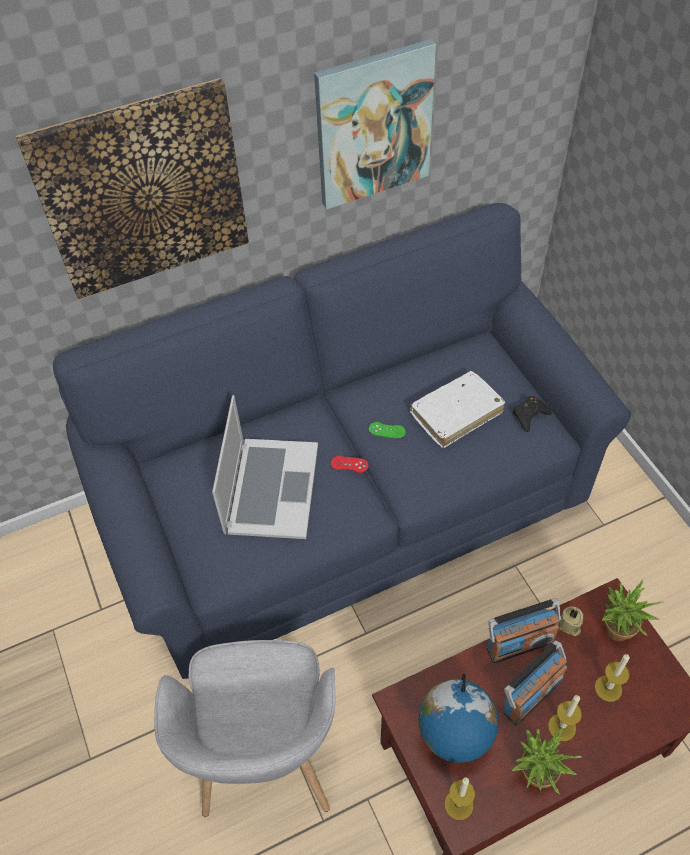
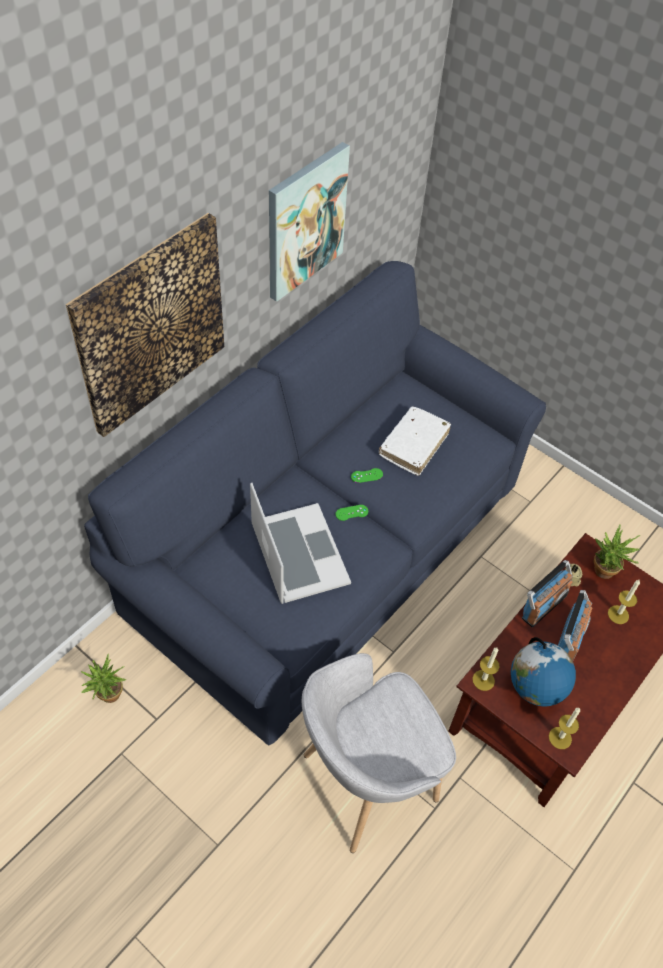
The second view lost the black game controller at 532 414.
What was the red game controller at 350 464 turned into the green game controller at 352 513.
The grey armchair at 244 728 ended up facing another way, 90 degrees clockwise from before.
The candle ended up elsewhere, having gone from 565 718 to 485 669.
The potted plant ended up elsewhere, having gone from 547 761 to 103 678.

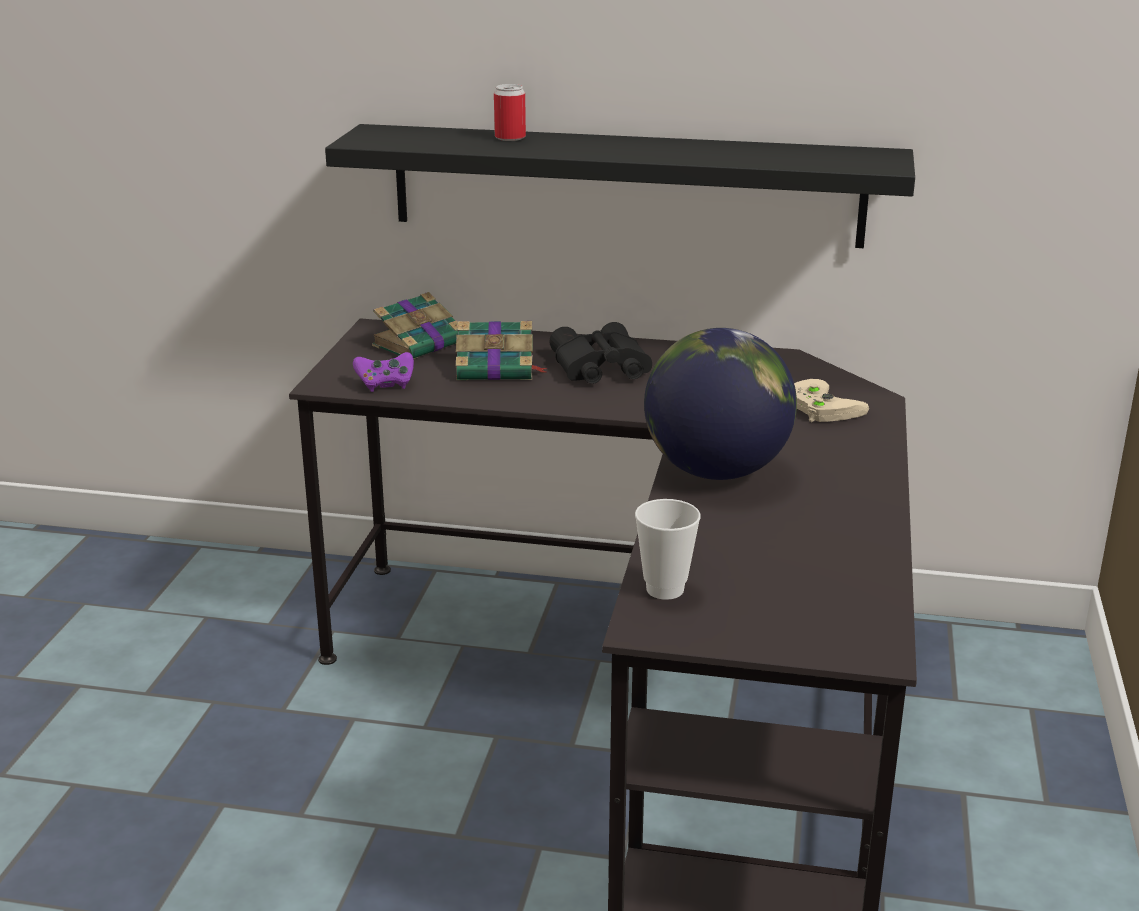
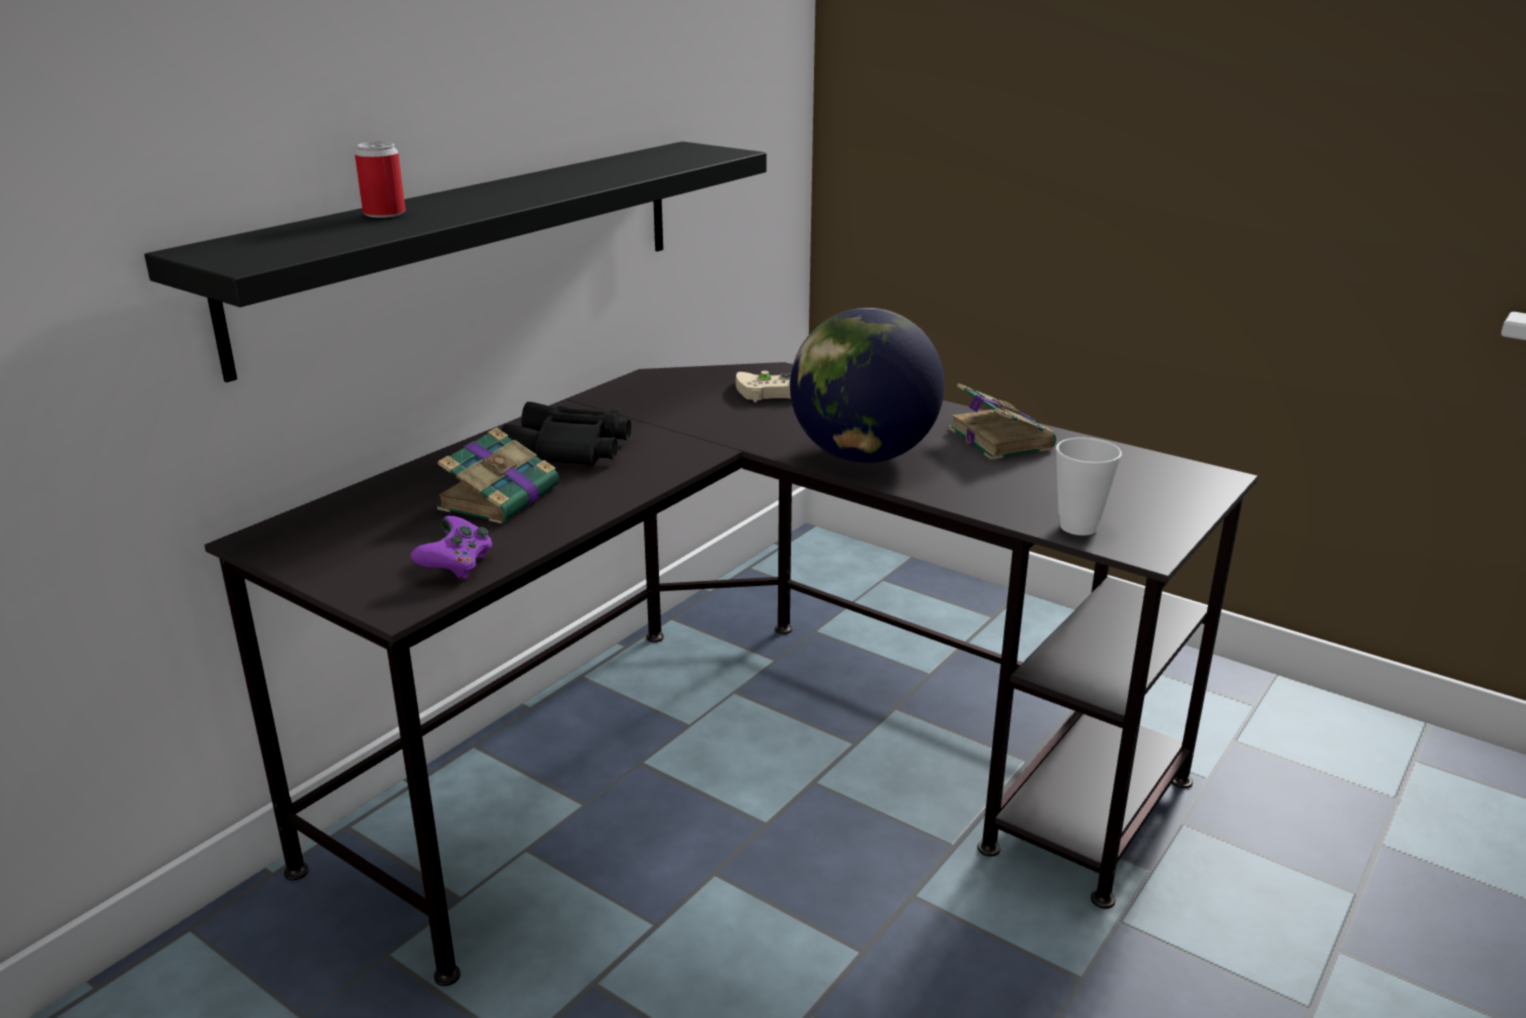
The book ended up elsewhere, having gone from 415 325 to 1002 421.

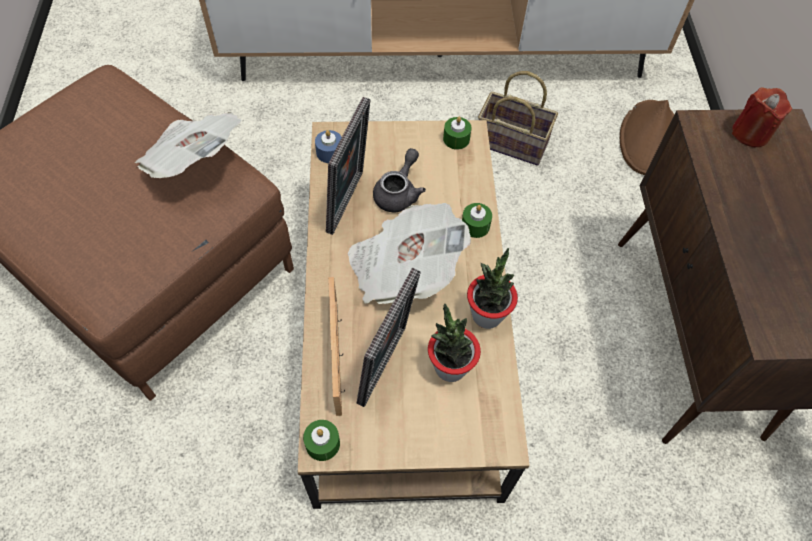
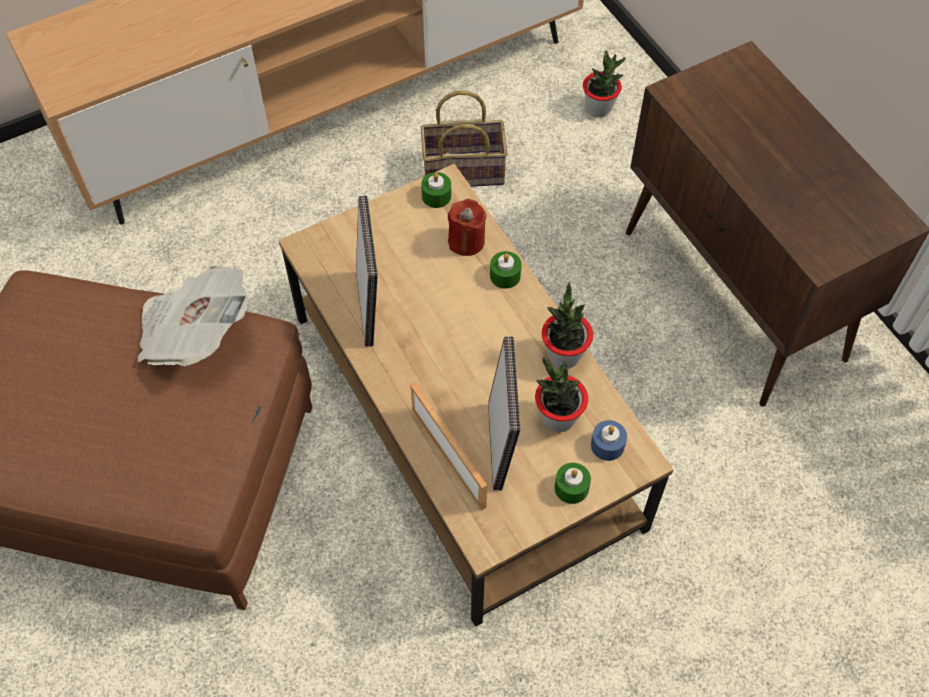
The red candle ended up elsewhere, having gone from 762 117 to 467 227.
Where the brown hat stood at 647 137, the potted plant came to stand at 604 83.
The blue candle ended up elsewhere, having gone from 328 146 to 609 440.
The second view lost the grey teapot at 399 180.
The second view lost the newspaper at 409 253.
The green candle ended up elsewhere, having gone from 321 440 to 572 483.

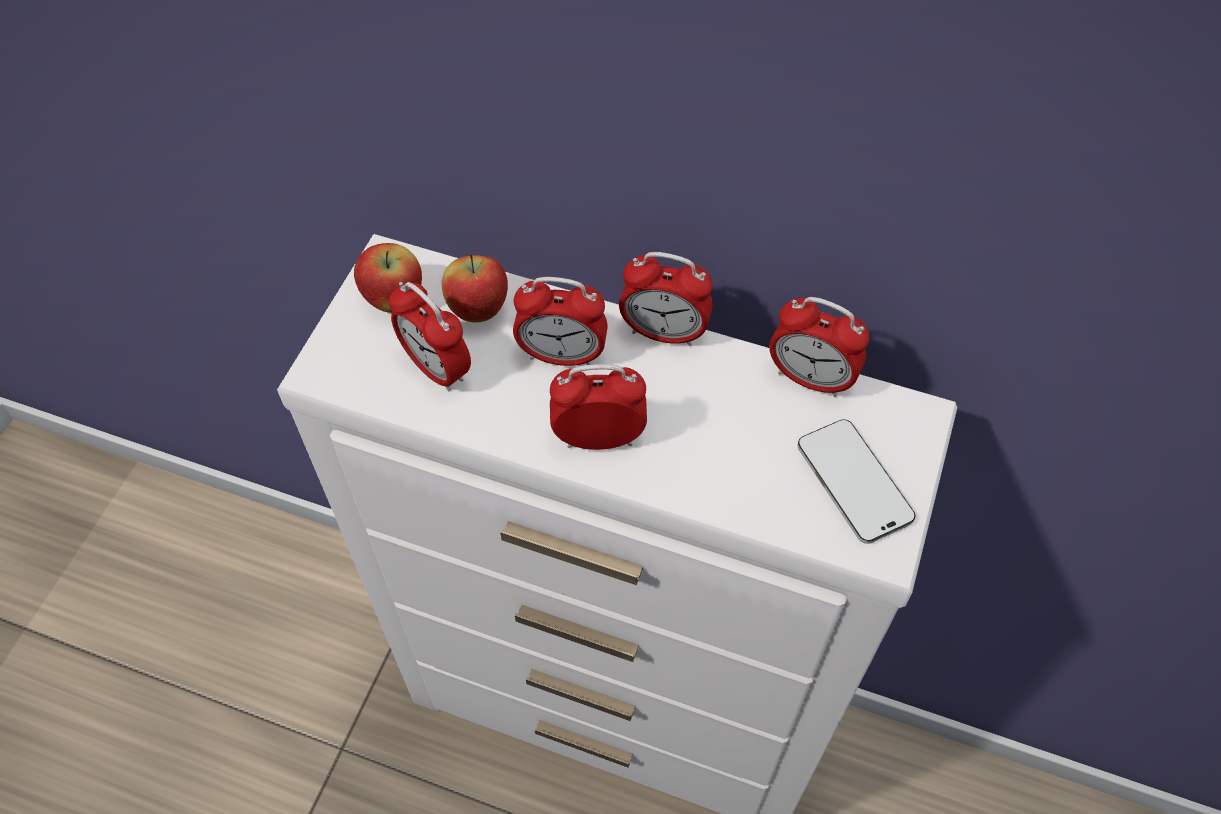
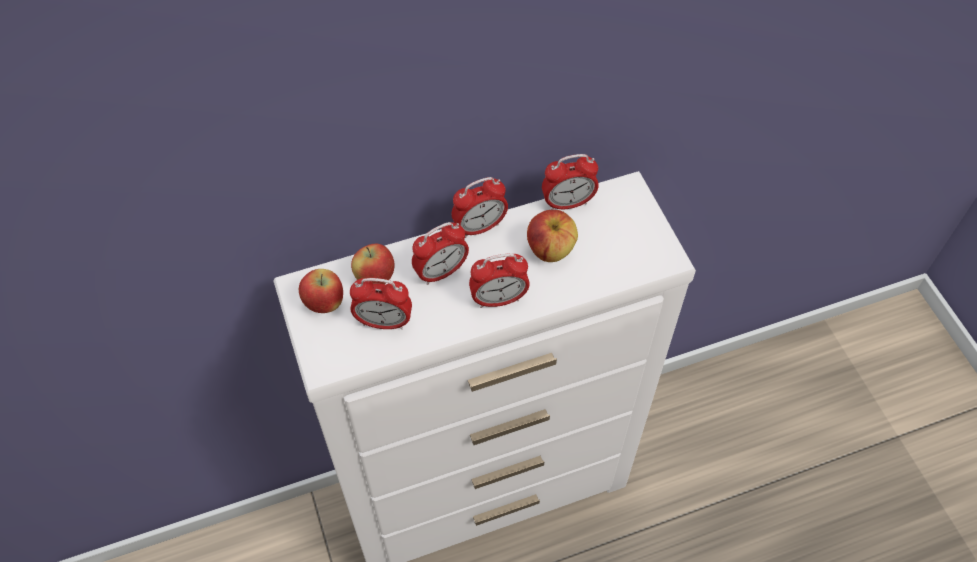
The alarm clock at 598 407 ended up facing another way, 150 degrees counterclockwise from before.
The second view lost the phone at 856 481.
The second view gained the apple at 552 236.

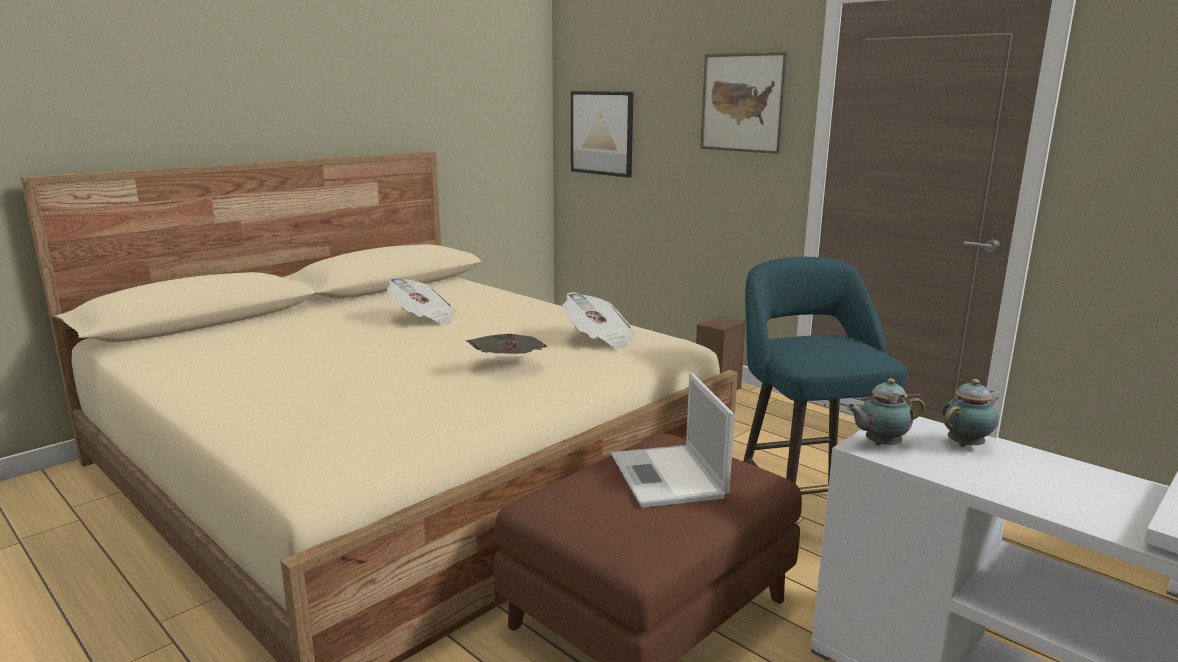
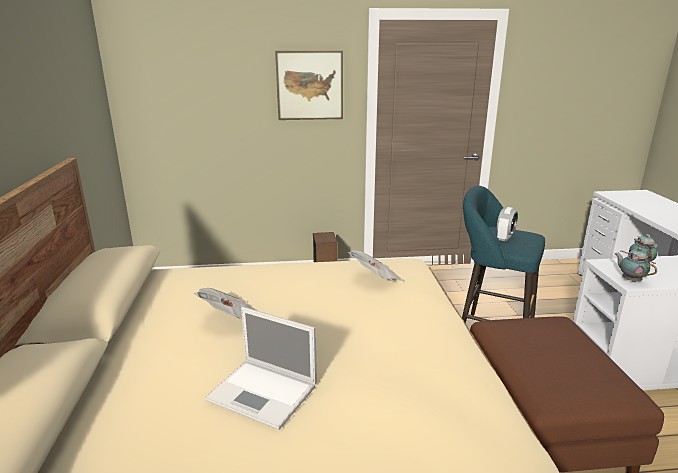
The second view lost the picture at 602 134.
The second view lost the newspaper at 506 344.
The laptop ended up elsewhere, having gone from 673 440 to 260 368.
The teapot at 885 412 ended up facing another way, 120 degrees clockwise from before.
The second view gained the alarm clock at 507 224.

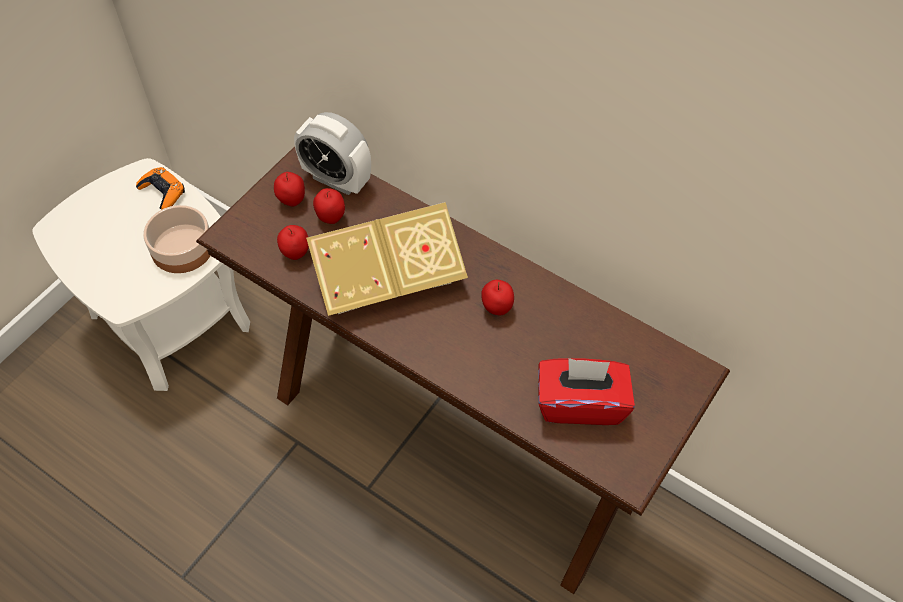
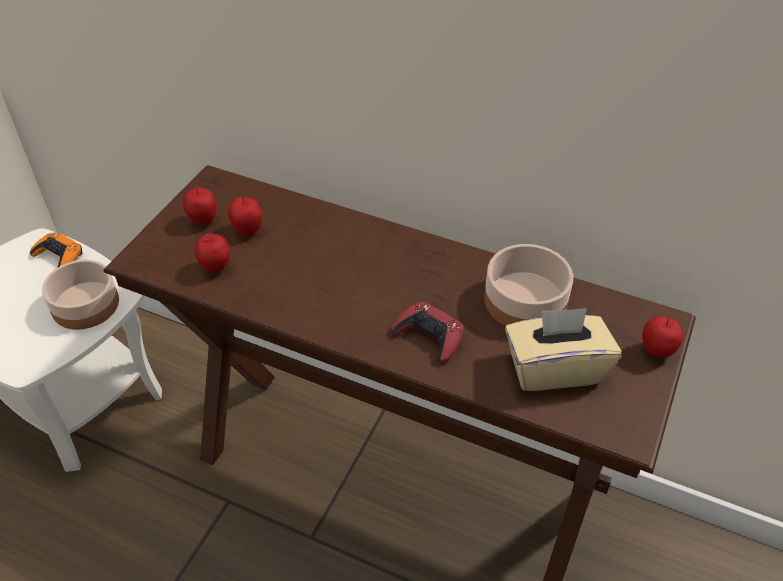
The second view lost the alarm clock at 332 153.
The second view lost the book at 387 259.
The apple ended up elsewhere, having gone from 497 297 to 662 337.
What was the red tissue box at 586 391 turned into the beige tissue box at 563 349.
The second view gained the bowl at 528 285.
The second view gained the red game controller at 427 332.

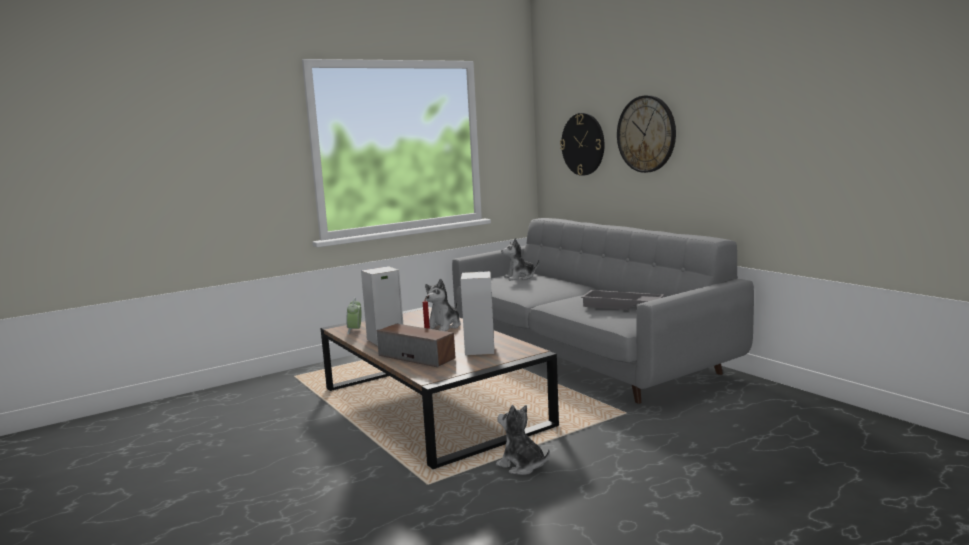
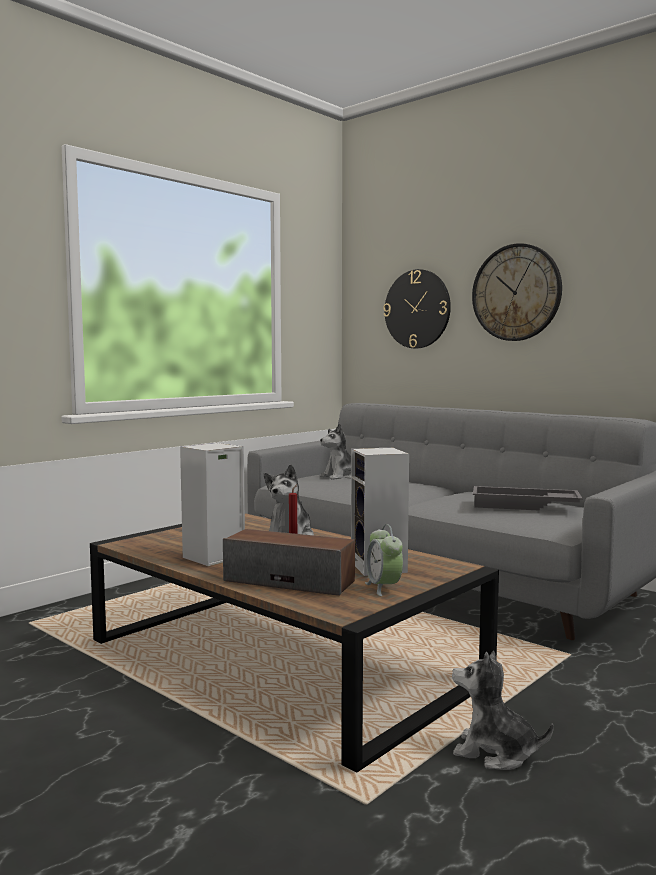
The alarm clock ended up elsewhere, having gone from 353 316 to 384 560.

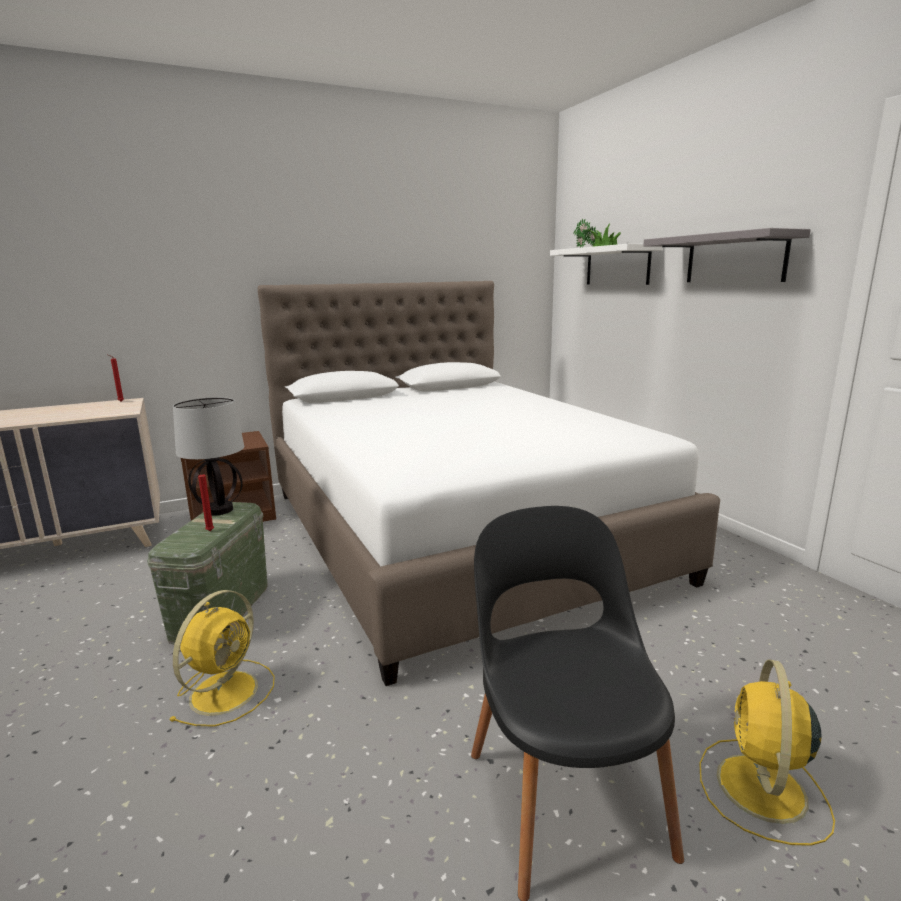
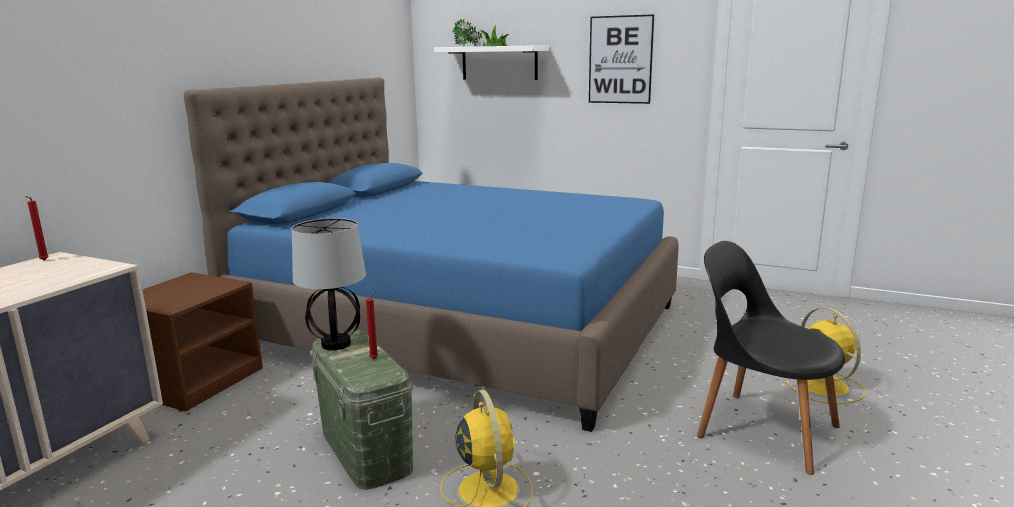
Where the grey shelf hung at 727 255, the picture came to hang at 621 59.
What was the white bed at 489 483 turned into the blue bed at 431 254.

